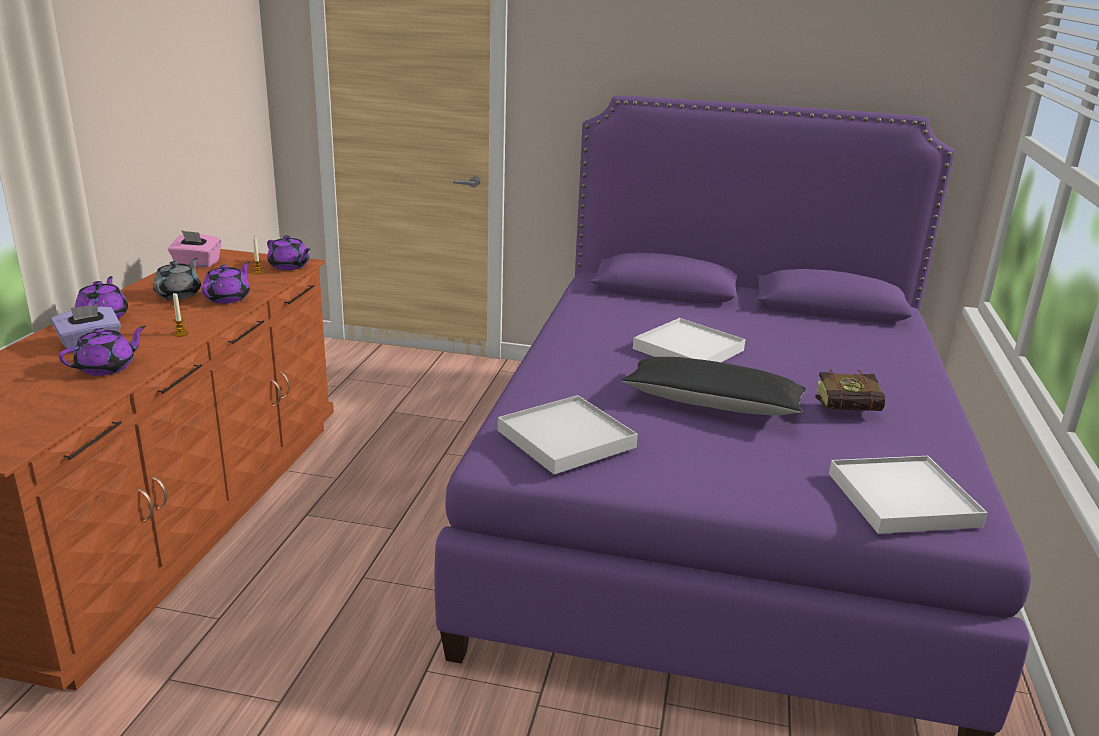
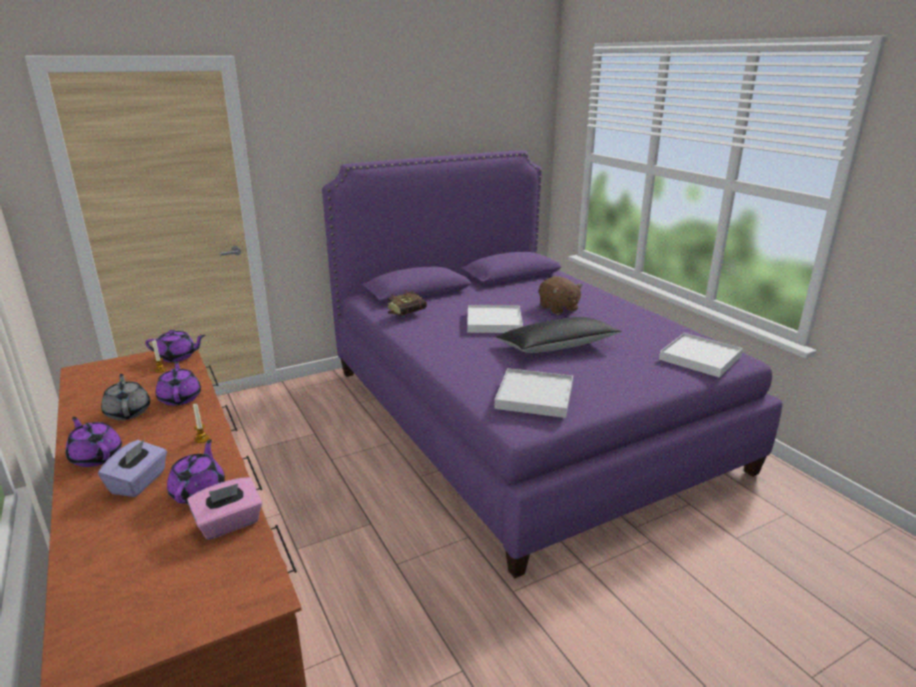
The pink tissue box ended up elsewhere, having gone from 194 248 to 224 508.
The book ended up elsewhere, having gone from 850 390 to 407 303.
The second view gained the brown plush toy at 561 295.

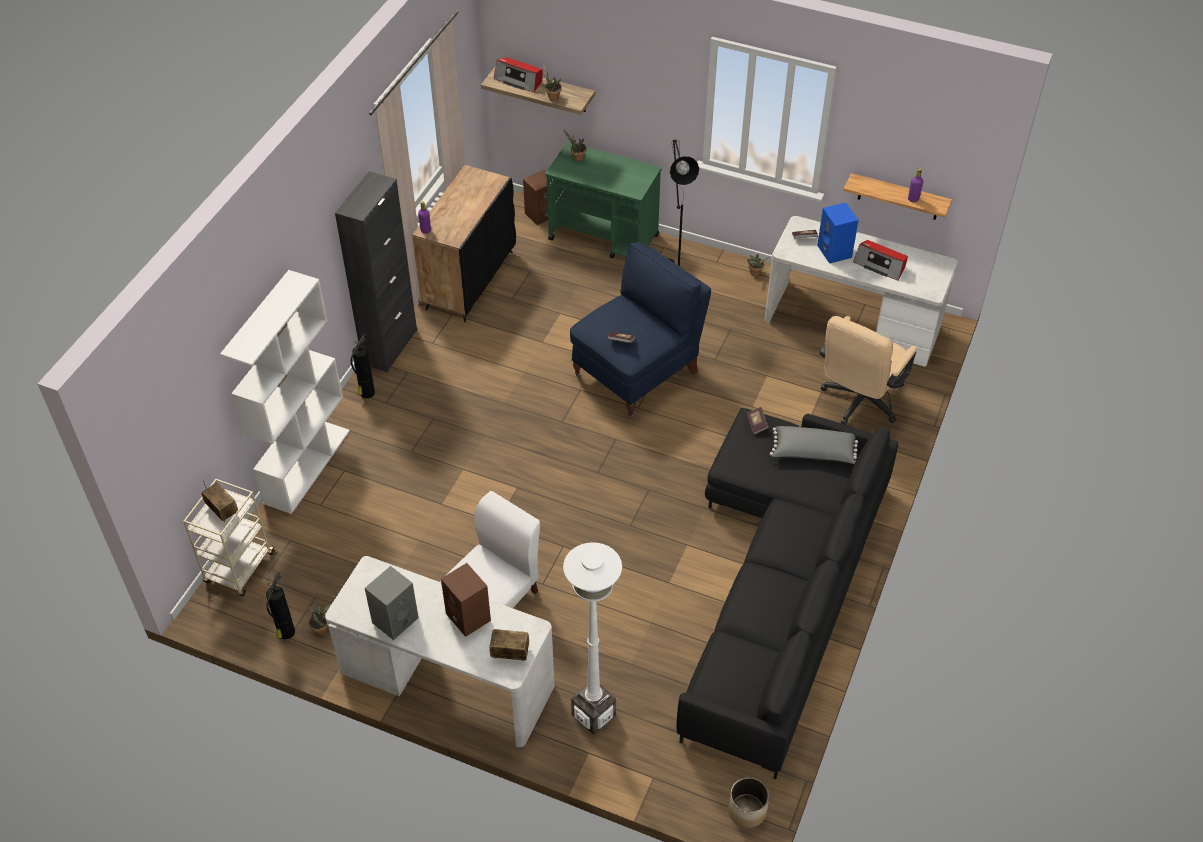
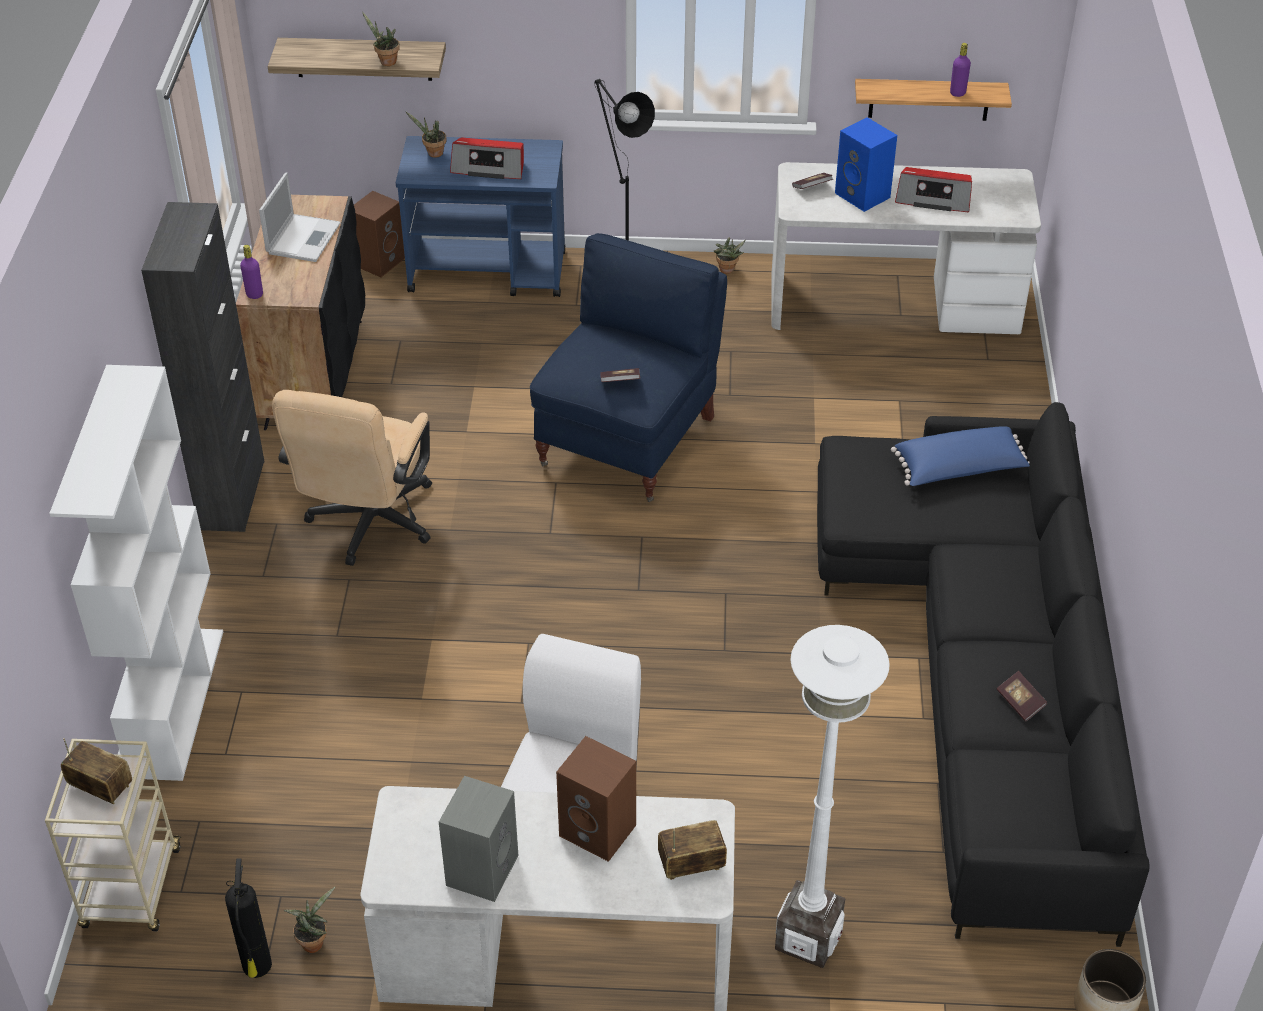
The radio ended up elsewhere, having gone from 518 75 to 487 158.
What was the green cart at 603 200 turned into the blue cart at 480 216.
The beige office chair ended up elsewhere, having gone from 868 370 to 352 478.
The second view lost the fire extinguisher at 363 366.
The book ended up elsewhere, having gone from 757 421 to 1022 696.
What was the grey pillow at 814 445 turned into the blue pillow at 960 456.
The second view gained the laptop at 299 217.

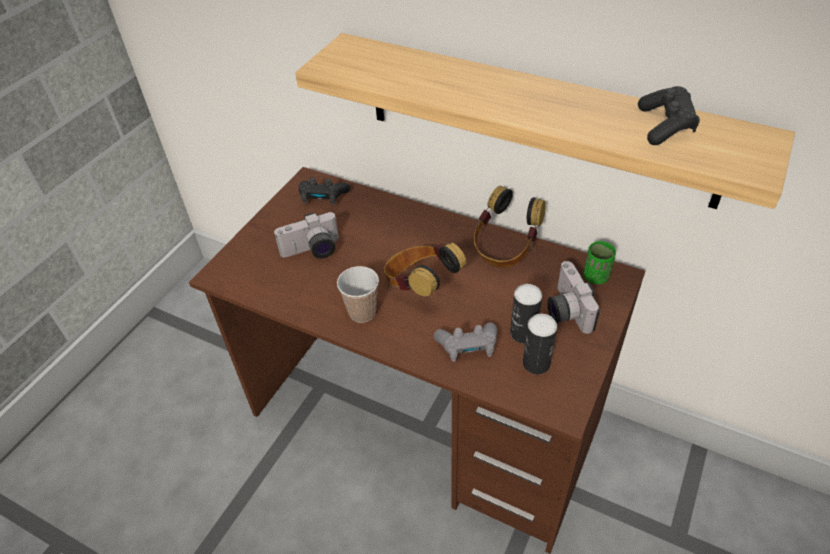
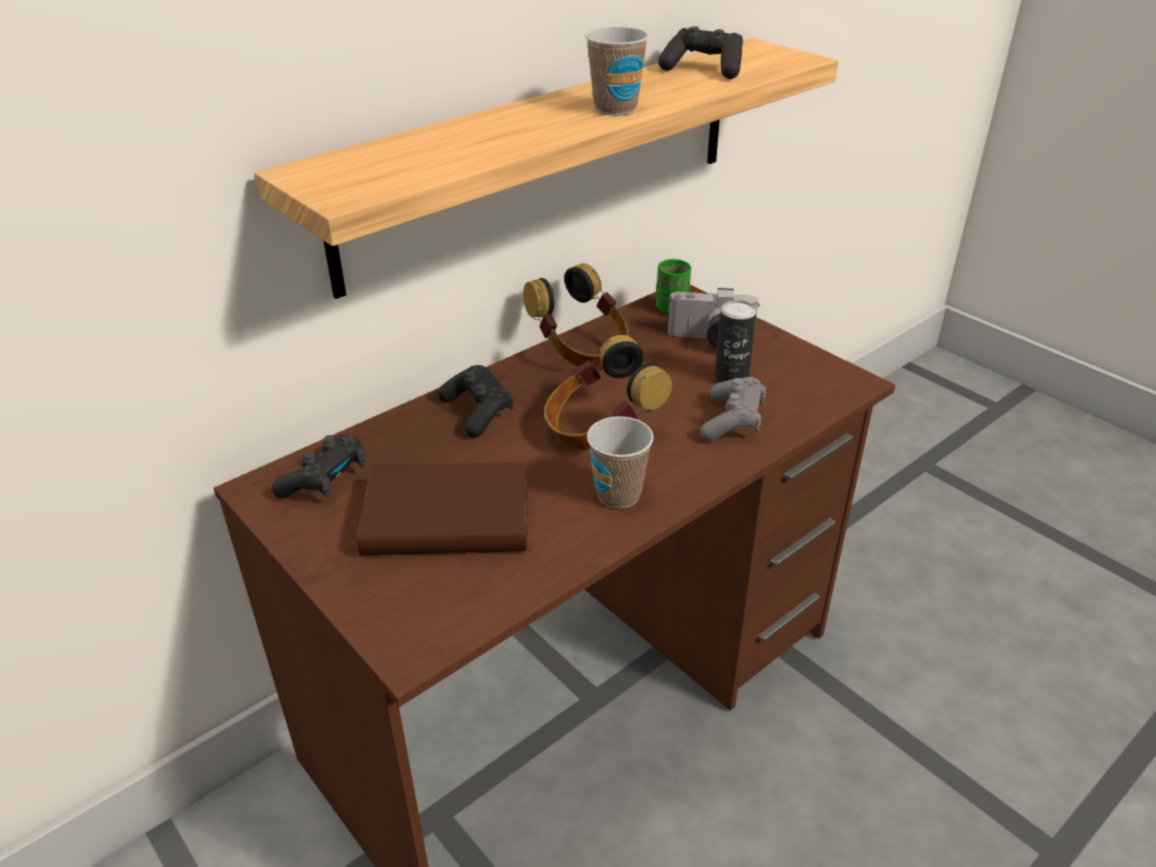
Where the photo camera stood at 306 235, the brown book came to stand at 442 508.
The second view lost the can at 540 344.
The second view gained the cup at 617 71.
The second view gained the black game controller at 475 401.

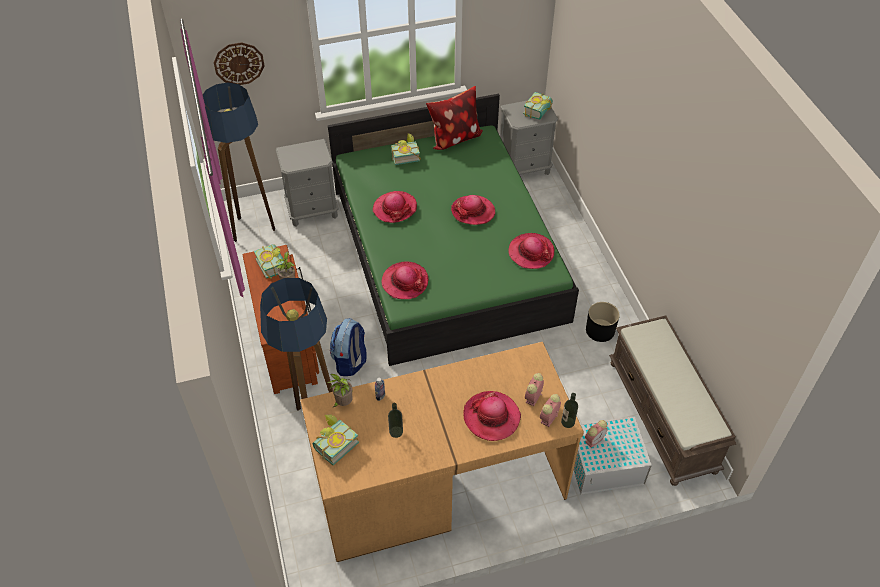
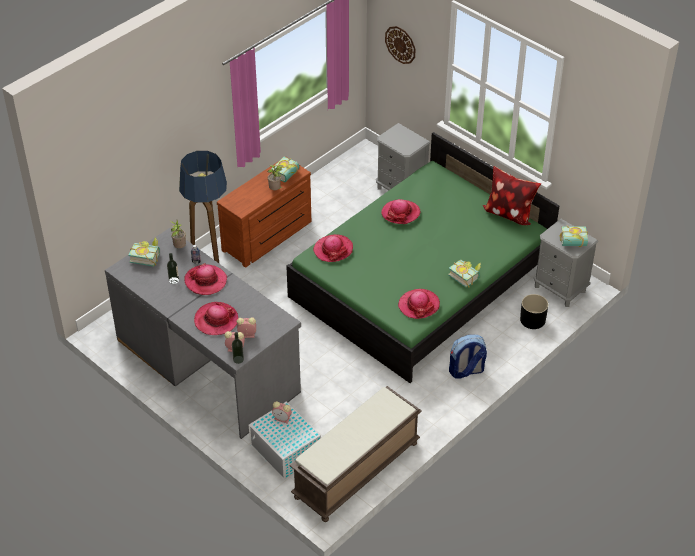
The second view lost the floor lamp at 239 162.
The book ended up elsewhere, having gone from 406 149 to 464 274.
The hat ended up elsewhere, having gone from 473 210 to 205 279.
The black planter ended up elsewhere, having gone from 603 322 to 534 311.
The backpack ended up elsewhere, having gone from 348 347 to 468 356.
What was the brown desk at 442 452 turned into the grey desk at 203 333.

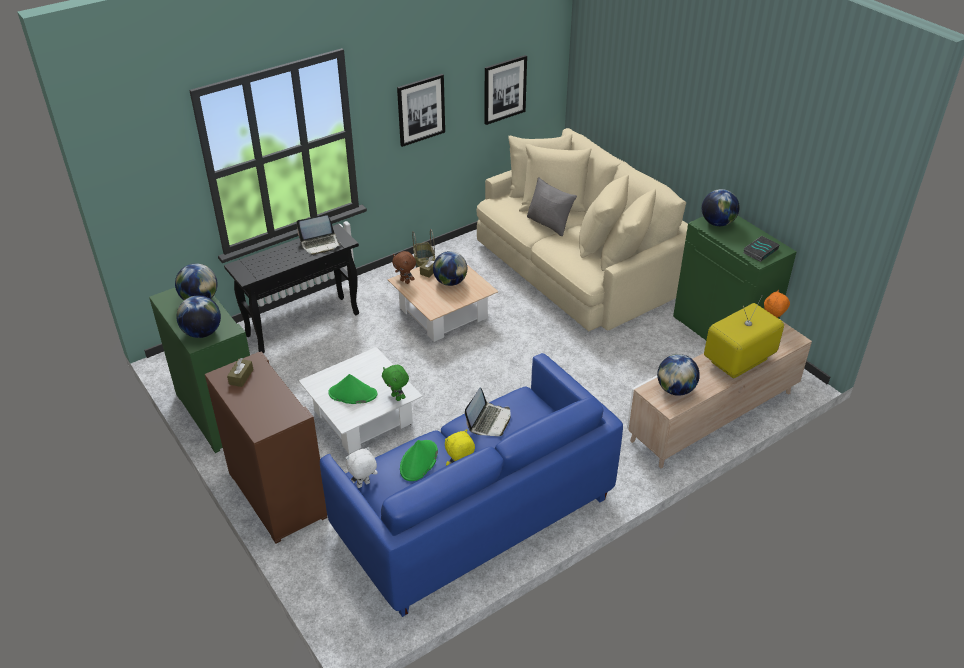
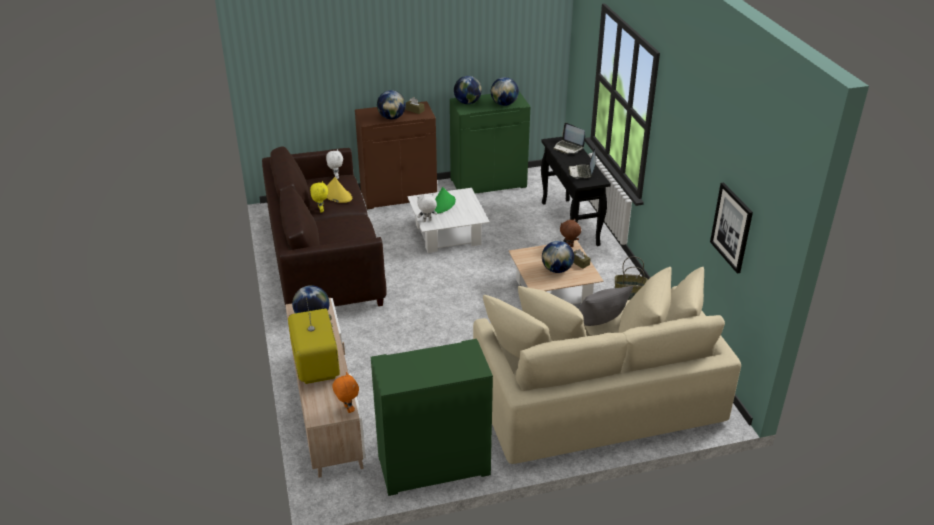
The second view lost the picture at 421 110.
The globe ended up elsewhere, having gone from 721 207 to 391 104.
The second view lost the book at 761 249.
What was the blue sofa at 471 485 turned into the brown sofa at 324 226.
What was the green plush toy at 395 383 turned into the white plush toy at 427 207.
The laptop ended up elsewhere, having gone from 487 412 to 569 138.
What was the green hat at 419 460 turned into the yellow hat at 339 190.

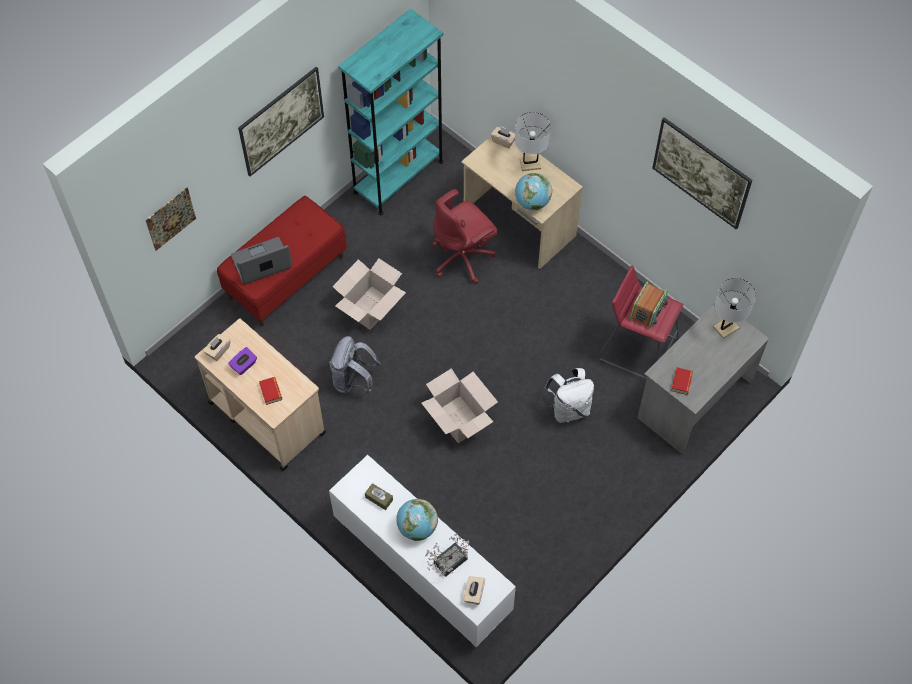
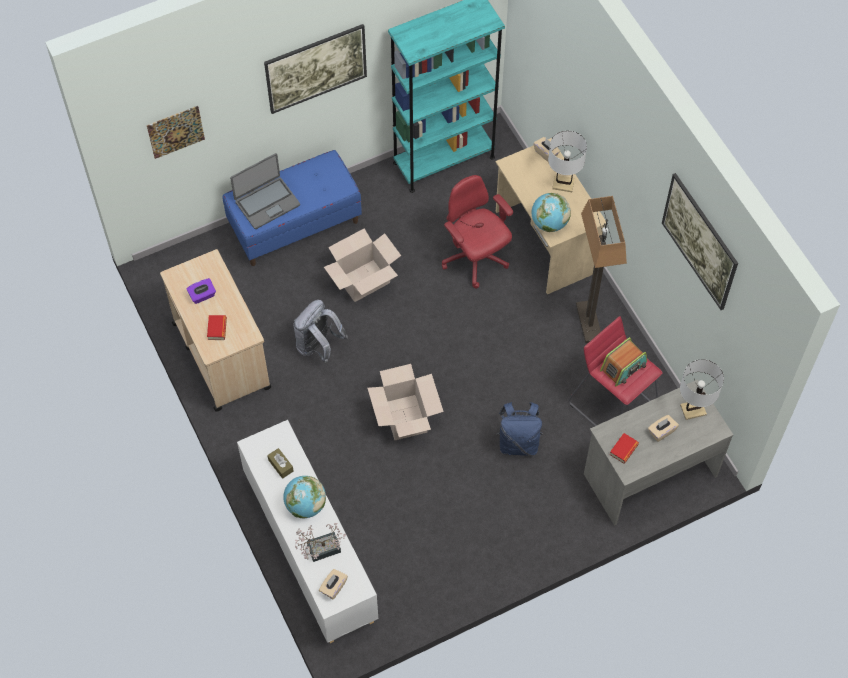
The red office chair at 464 236 ended up facing another way, 75 degrees clockwise from before.
What was the red bench at 282 261 turned into the blue bench at 292 208.
The laptop at 261 261 ended up facing another way, 150 degrees clockwise from before.
The beige tissue box ended up elsewhere, having gone from 217 347 to 663 428.
What was the white backpack at 569 395 turned into the blue backpack at 520 429.
The second view gained the floor lamp at 601 269.

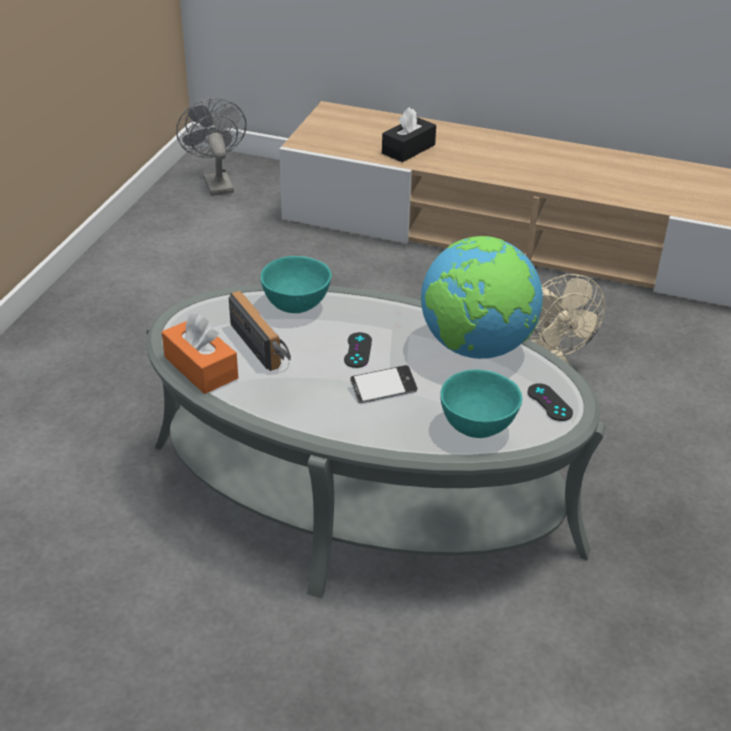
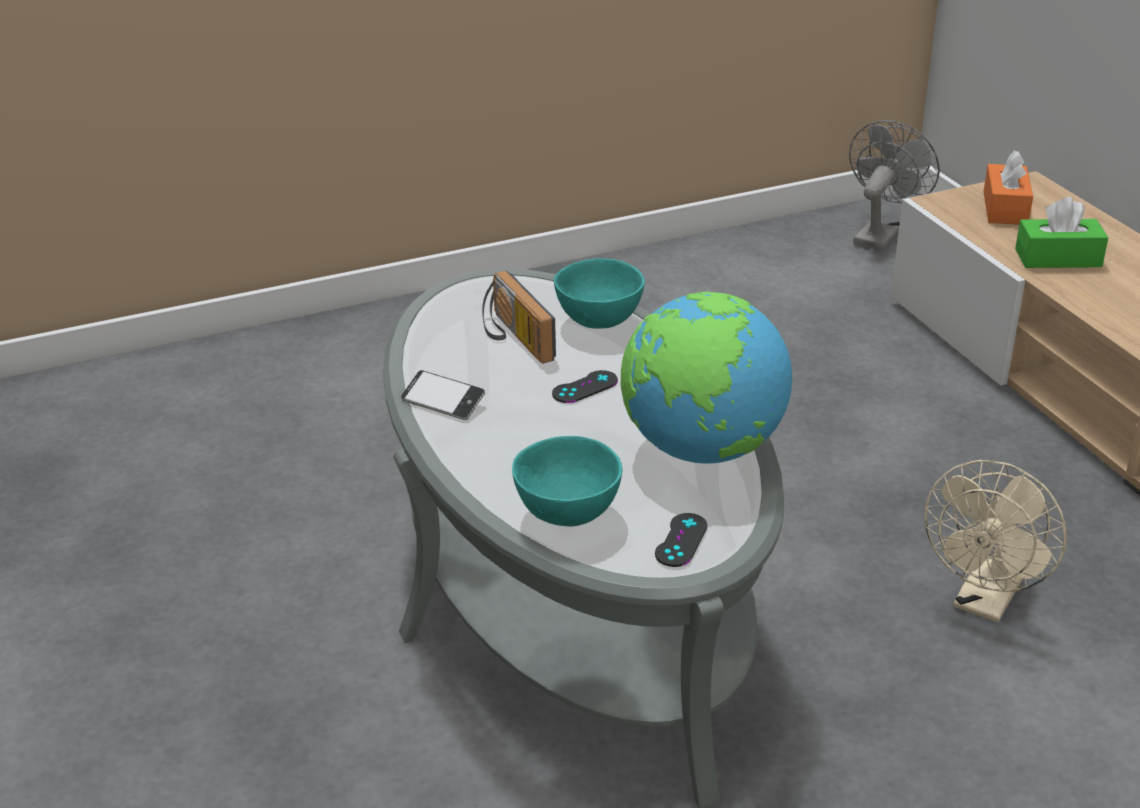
What was the black tissue box at 409 134 turned into the green tissue box at 1062 232.
The radio at 260 331 ended up facing another way, 135 degrees clockwise from before.
The orange tissue box ended up elsewhere, having gone from 200 353 to 1008 187.
The phone ended up elsewhere, having gone from 384 384 to 443 395.

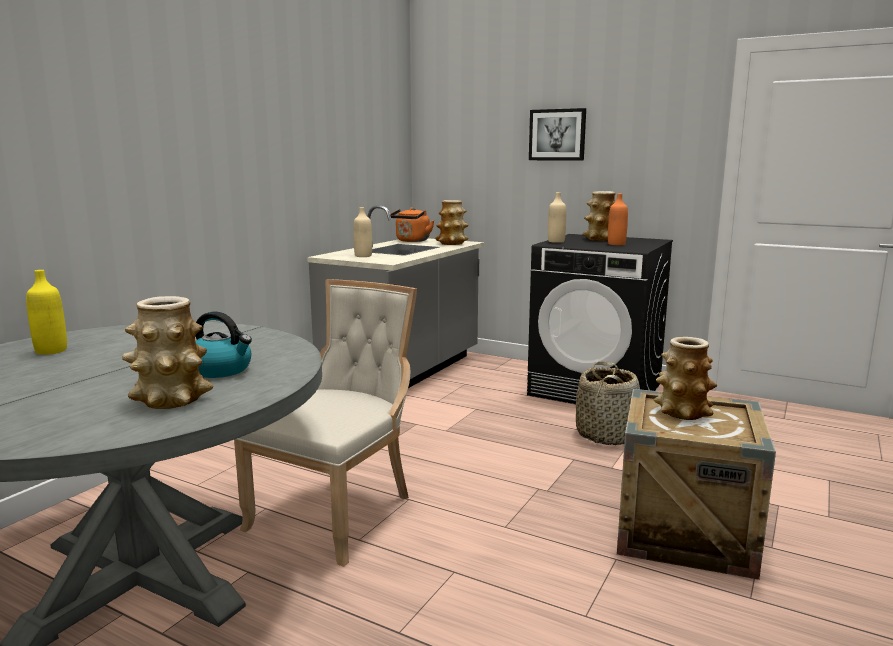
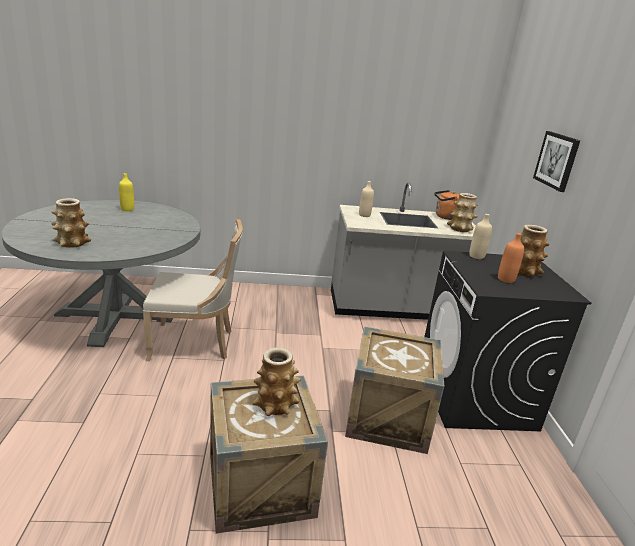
The second view lost the kettle at 223 344.
Where the basket stood at 608 403, the crate came to stand at 394 390.

